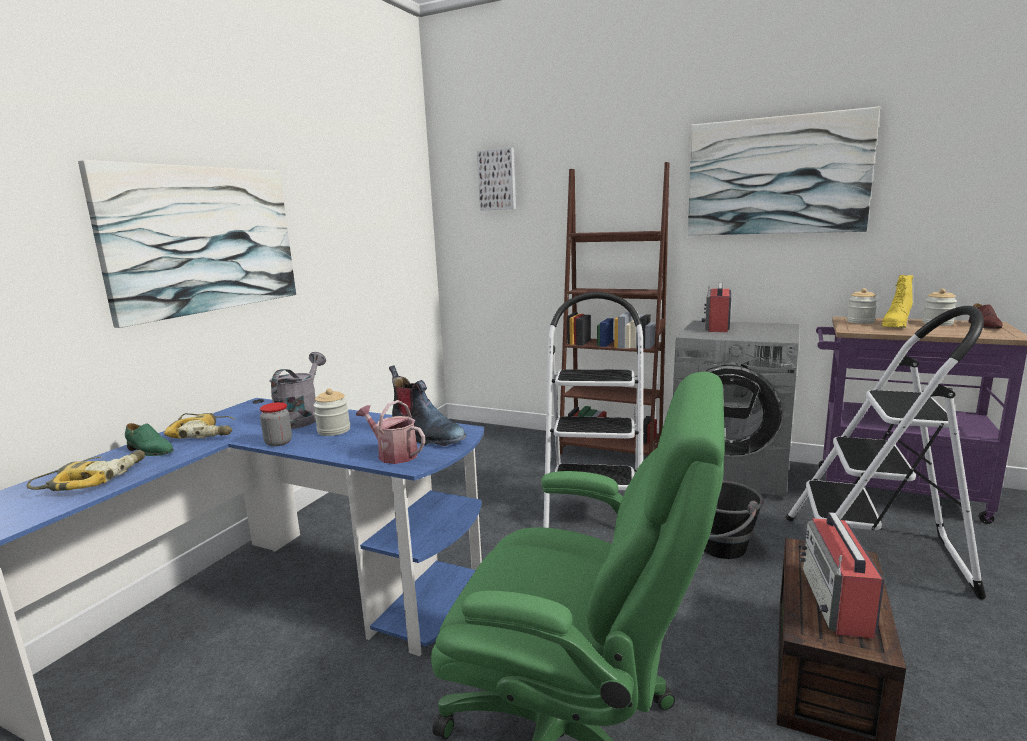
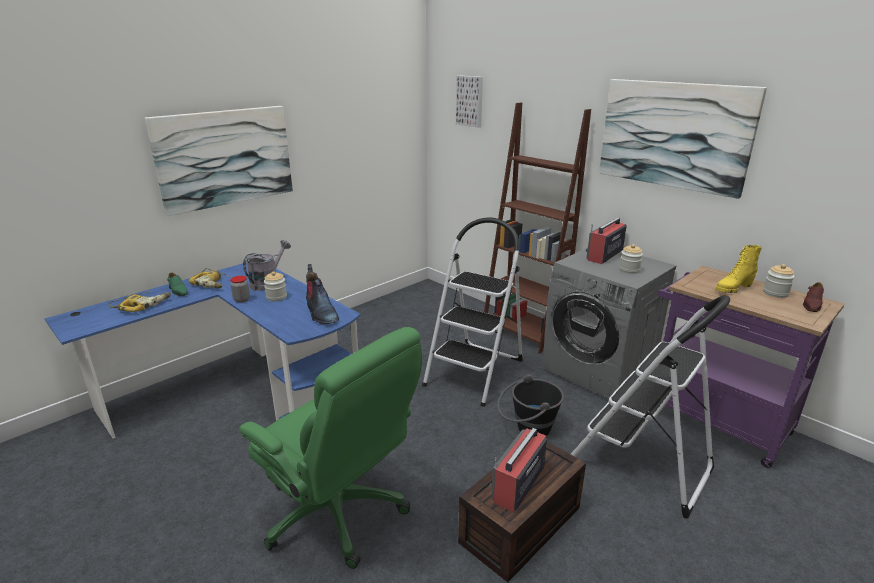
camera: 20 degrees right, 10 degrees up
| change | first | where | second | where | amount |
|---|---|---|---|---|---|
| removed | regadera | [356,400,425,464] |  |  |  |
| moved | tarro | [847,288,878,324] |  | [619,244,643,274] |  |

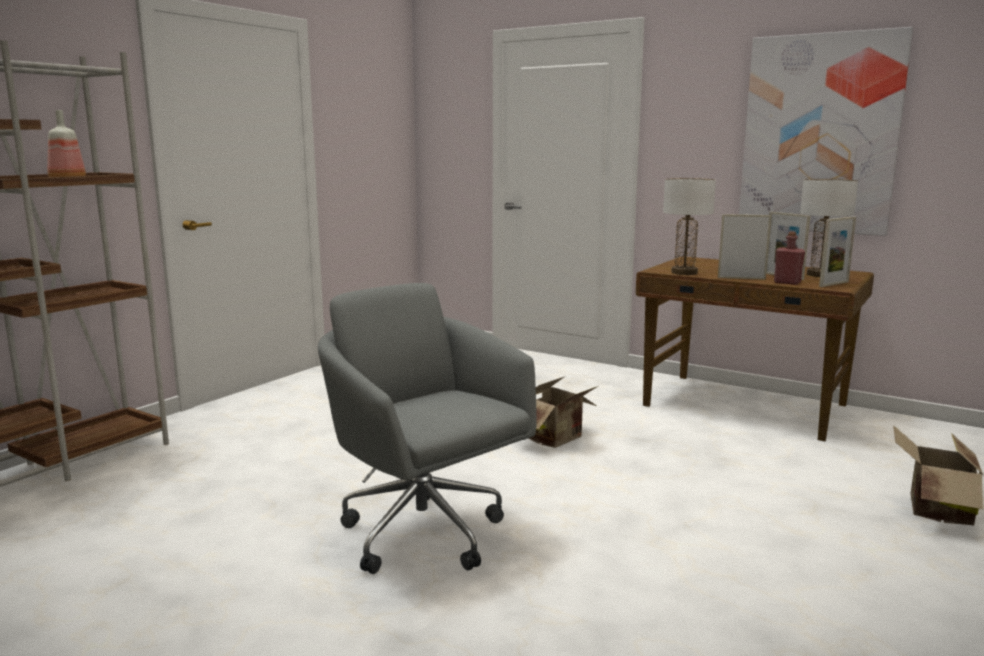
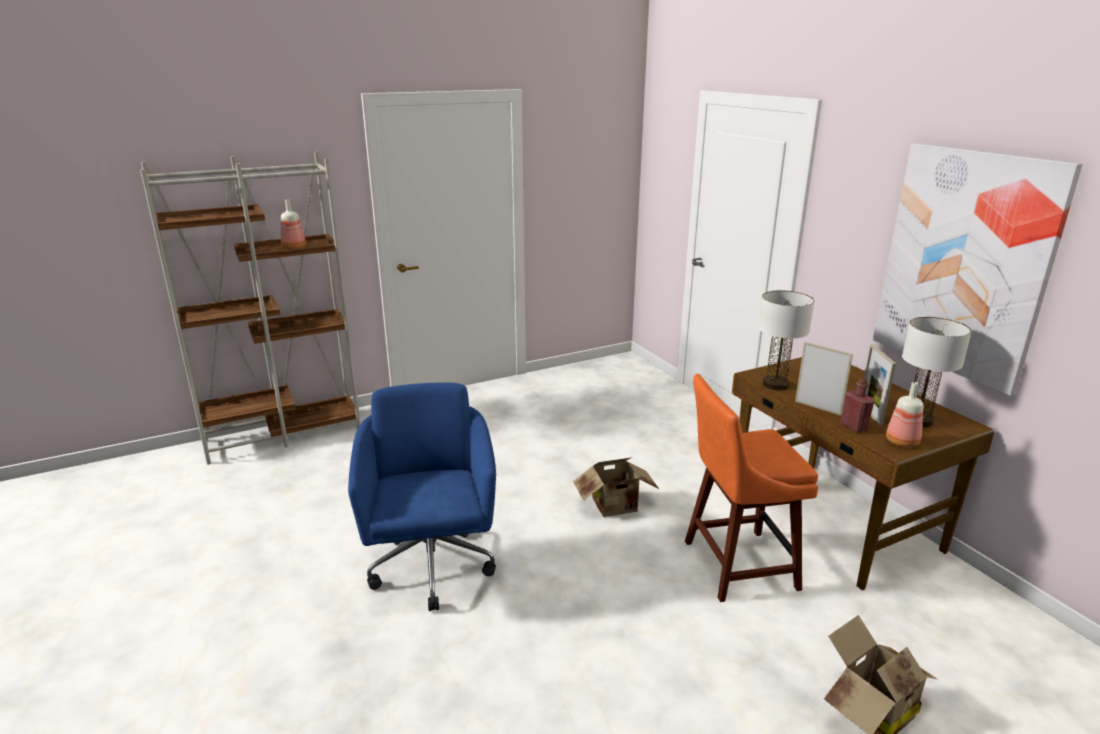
camera: 30 degrees right, 10 degrees up
| change | first | where | second | where | amount |
|---|---|---|---|---|---|
| recoloured | silla de oficina [gris] | [318,283,537,574] | silla de oficina [azul] | [348,382,496,611] |  |
| replaced | portarretratos | [819,216,856,287] | botella | [886,382,923,448] |  |
| added |  |  | silla [naranja] | [685,374,818,602] |  |

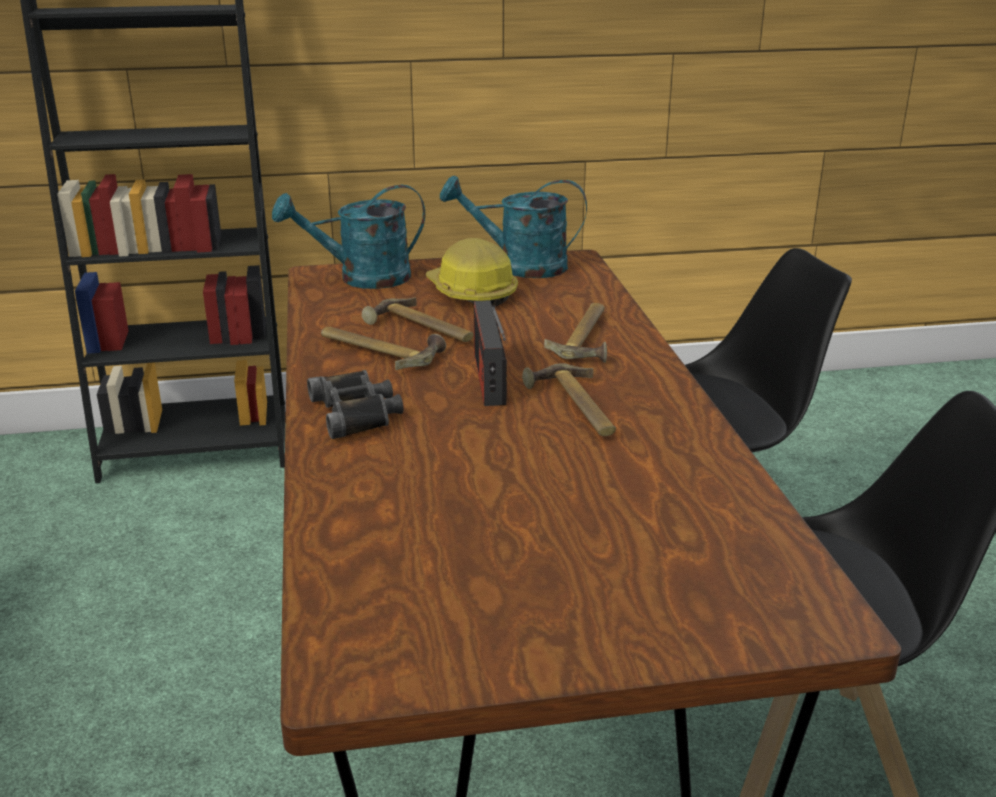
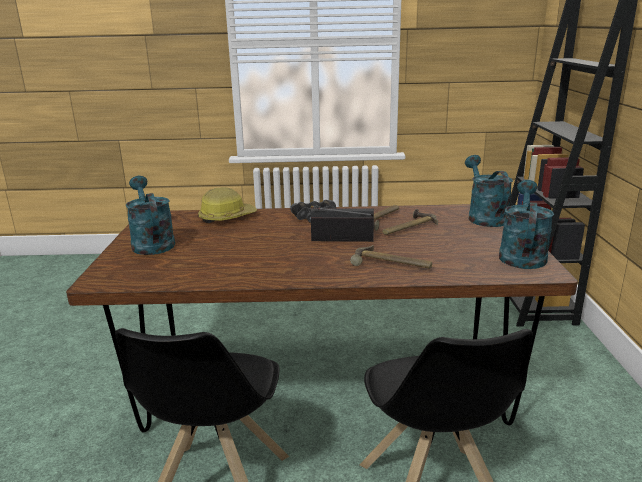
camera: 100 degrees right, 5 degrees down
| change | first | where | second | where | amount |
|---|---|---|---|---|---|
| moved | casco | [425,238,518,306] |  | [198,187,257,223] |  |
| removed | martillo | [522,363,616,436] |  |  |  |
| added |  |  | regadera [turquesa] | [126,176,175,255] |  |

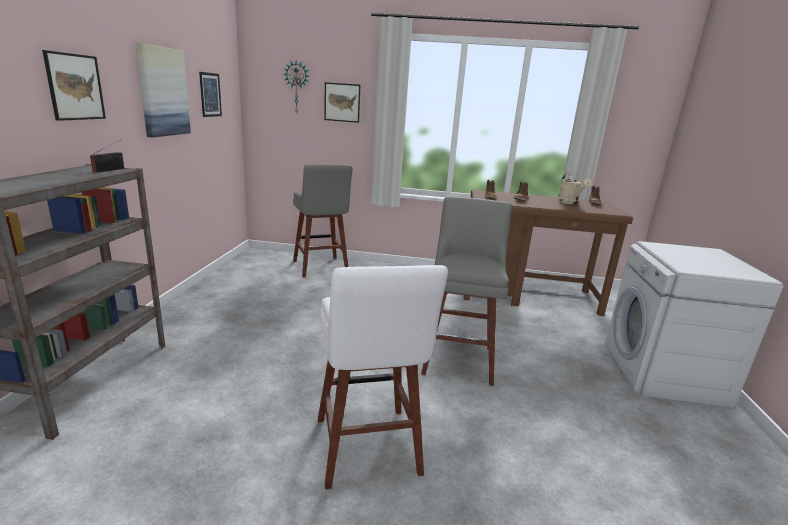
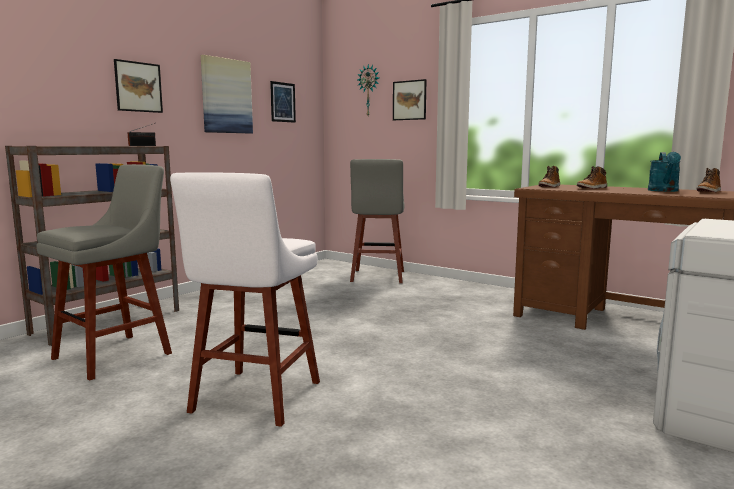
camera: 30 degrees right, 10 degrees down
| change | first | where | second | where | amount |
|---|---|---|---|---|---|
| moved | taburete [gris] | [421,197,512,386] |  | [36,164,172,381] |  |
| recoloured | regadera [beis] | [557,173,592,205] | regadera [turquesa] | [648,152,681,192] |  |

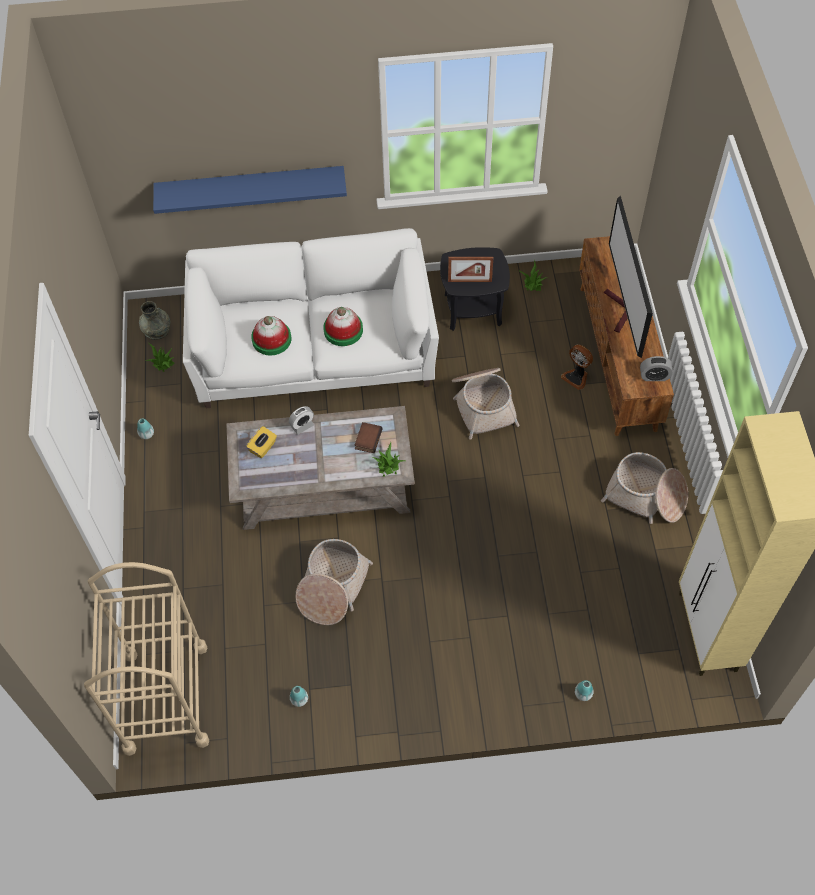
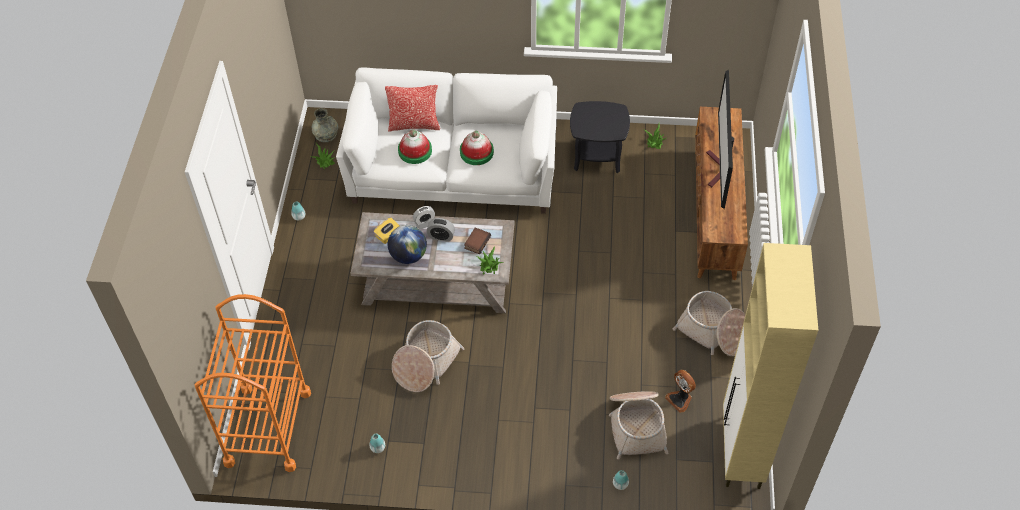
camera: 10 degrees right, 5 degrees down
| change | first | where | second | where | amount |
|---|---|---|---|---|---|
| recoloured | carrito [beis] | [84,562,209,756] | carrito [naranja] | [195,294,311,472] |  |
| removed | estante [azul] | [153,166,347,214] |  |  |  |
| removed | portarretratos | [448,257,493,282] |  |  |  |
| moved | cesta | [452,368,519,440] |  | [609,391,668,460] |  |
| moved | ventilador | [561,345,593,390] |  | [665,370,696,413] |  |
| moved | despertador | [640,356,673,381] |  | [427,218,455,242] |  |
| added |  |  | cojín | [385,85,440,132] |  |
| added |  |  | globo terráqueo | [388,225,427,264] |  |

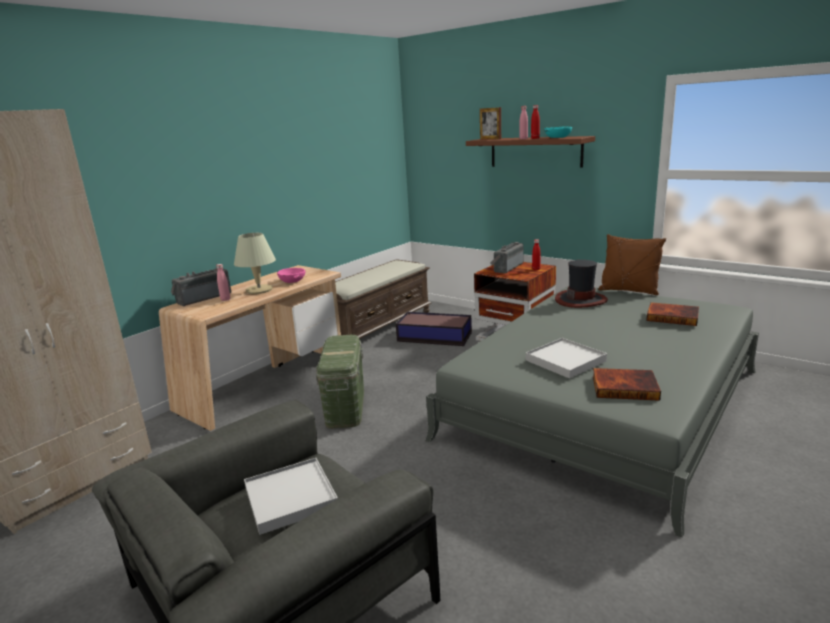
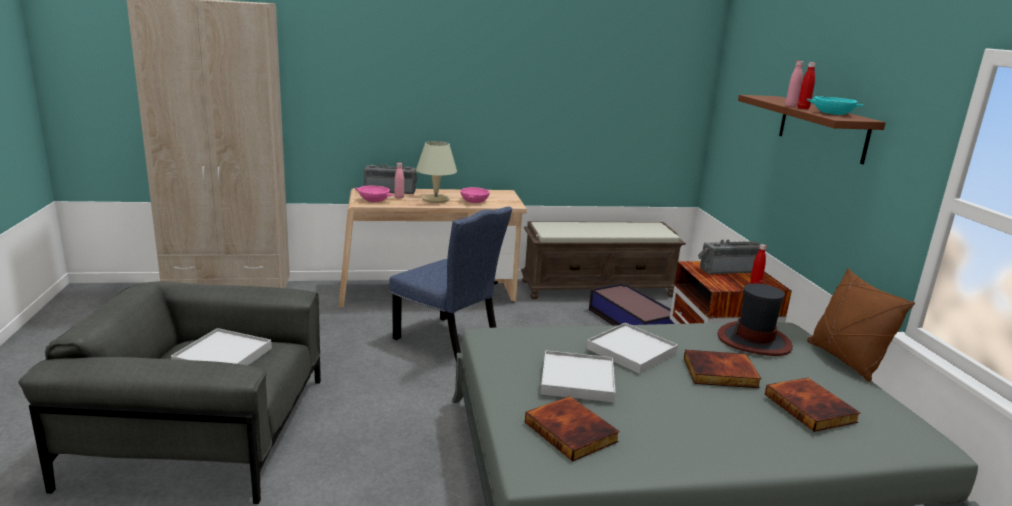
camera: 40 degrees right, 0 degrees up
| change | first | where | second | where | amount |
|---|---|---|---|---|---|
| replaced | caja de almacenaje [verde] | [316,335,364,428] | silla [azul] | [389,206,512,360] |  |
| removed | portarretratos | [480,107,501,140] |  |  |  |
| added |  |  | cuenco [rosa] | [355,186,393,202] |  |
| added |  |  | bandeja [blanco] | [586,323,678,374] |  |
| added |  |  | libro | [684,350,761,388] |  |

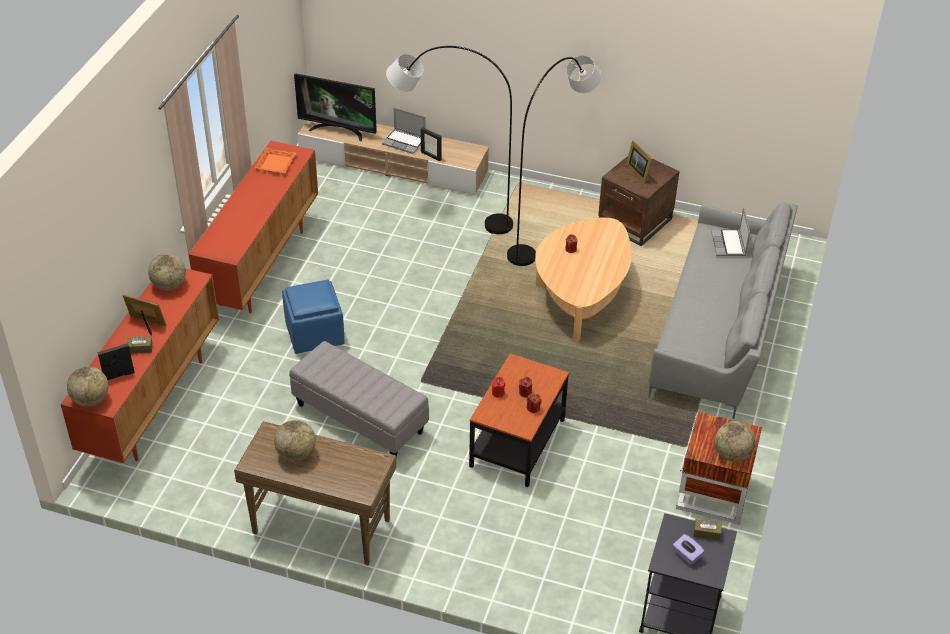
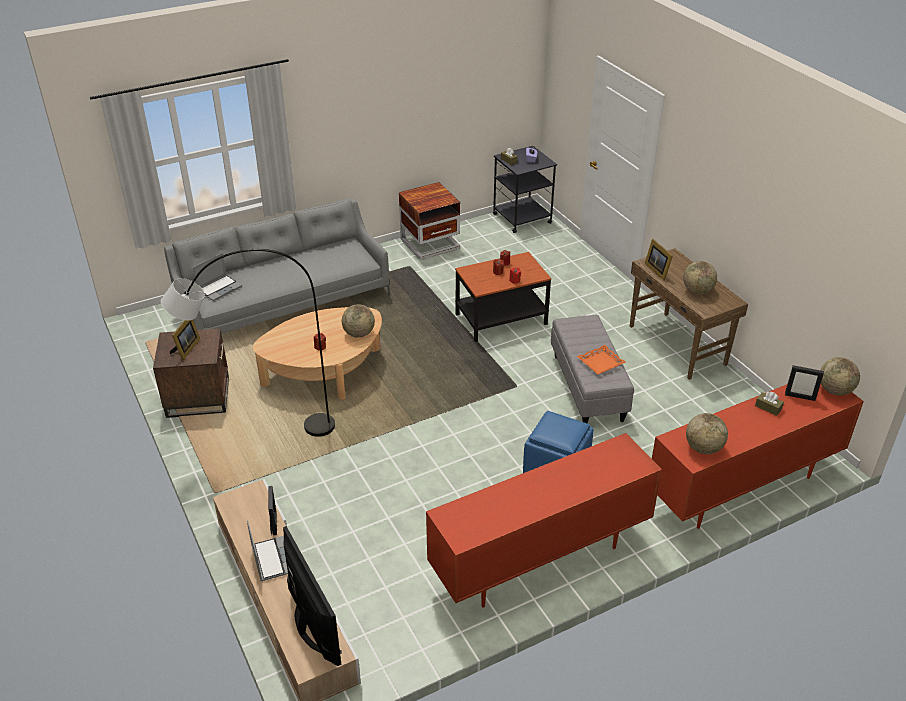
camera: 135 degrees left, 5 degrees down
| change | first | where | second | where | amount |
|---|---|---|---|---|---|
| moved | portarretratos | [122,294,166,336] |  | [645,239,673,281] |  |
| moved | bandeja [naranja] | [254,148,296,174] |  | [577,345,625,374] |  |
| removed | lámpara de pie [gris] | [386,46,513,234] |  |  |  |
| moved | globo terráqueo | [715,421,756,462] |  | [342,304,375,338] |  |

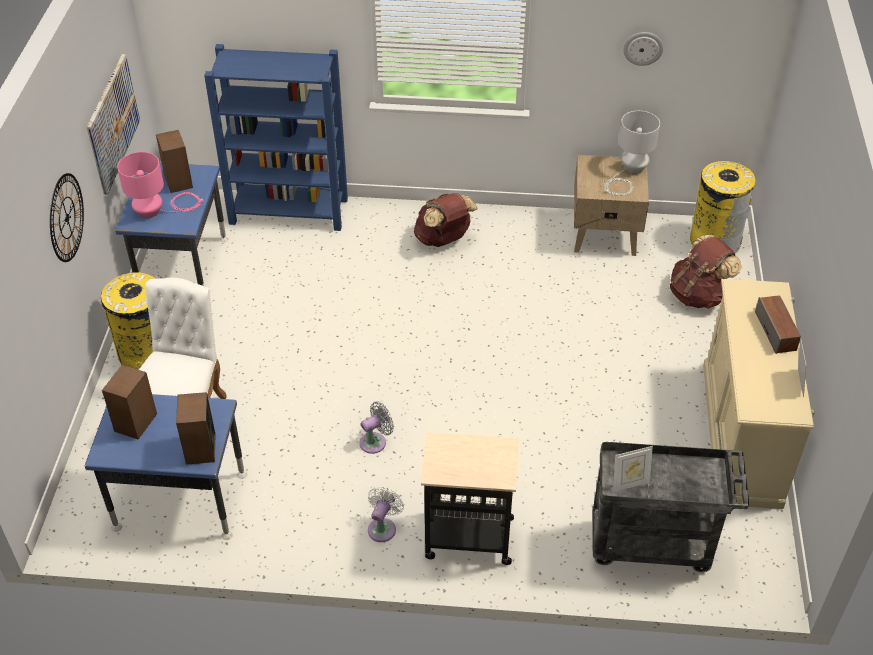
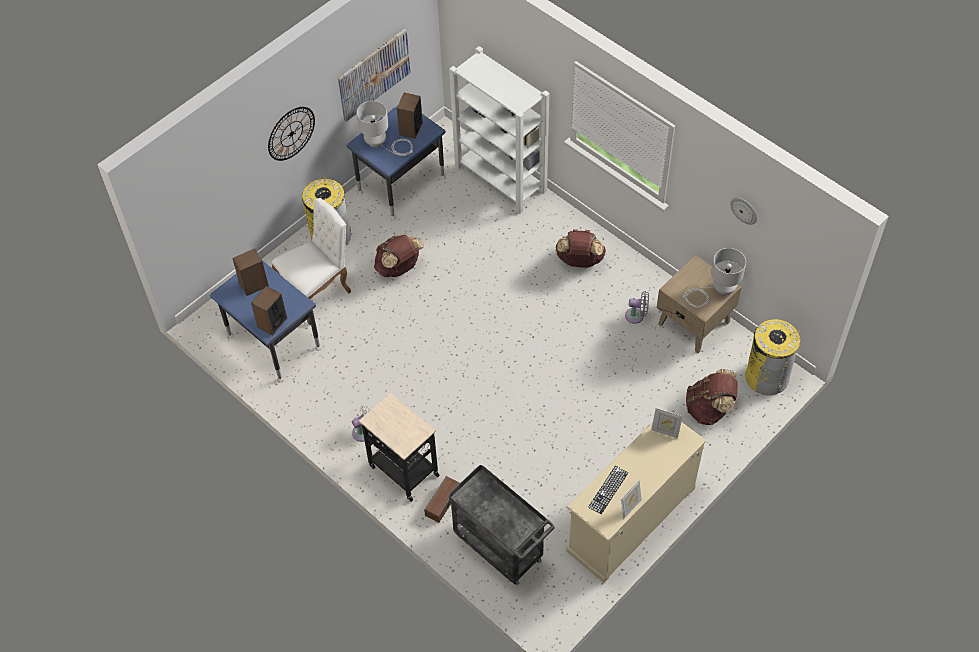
camera: 40 degrees right, 10 degrees up
| change | first | where | second | where | amount |
|---|---|---|---|---|---|
| recoloured | lámpara de mesa [rosa] | [117,152,204,218] | lámpara de mesa [gris] | [357,101,413,156] |  |
| recoloured | estantería [azul] | [204,44,348,231] | estantería [blanco] | [449,46,549,214] |  |
| moved | ventilador [gris] | [360,402,394,454] |  | [625,291,649,324] |  |
| moved | portarretratos | [613,446,653,492] |  | [651,408,683,439] |  |
| moved | altavoz | [755,295,801,354] |  | [424,476,460,523] |  |
| added |  |  | mochila [marrón] | [374,235,424,277] |  |
| added |  |  | teclado | [588,466,628,514] |  |

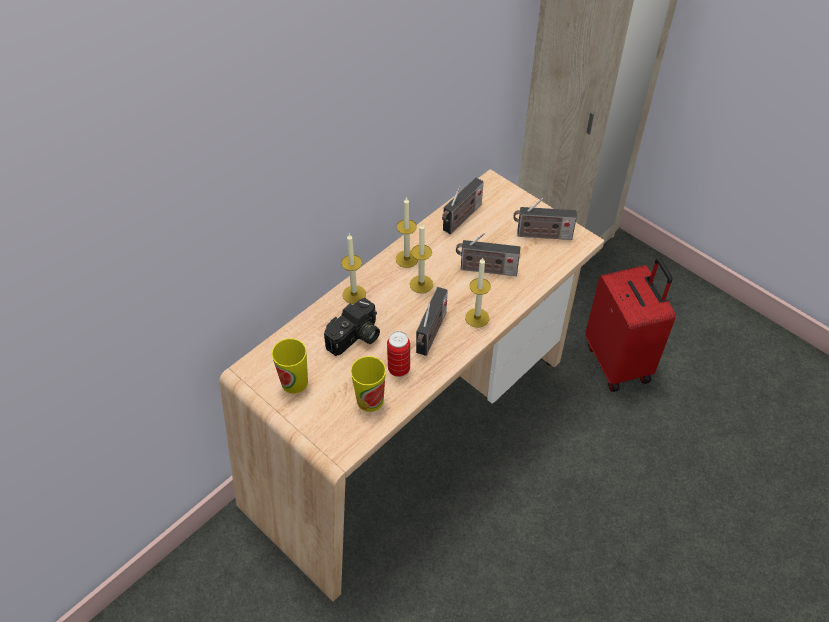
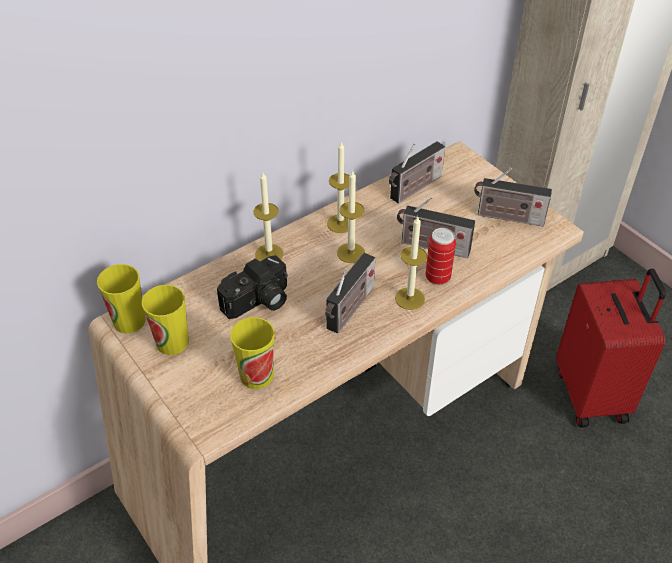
camera: 10 degrees right, 5 degrees down
| change | first | where | second | where | amount |
|---|---|---|---|---|---|
| moved | lata | [387,331,410,377] |  | [425,228,456,285] |  |
| added |  |  | taza | [97,264,146,334] |  |

